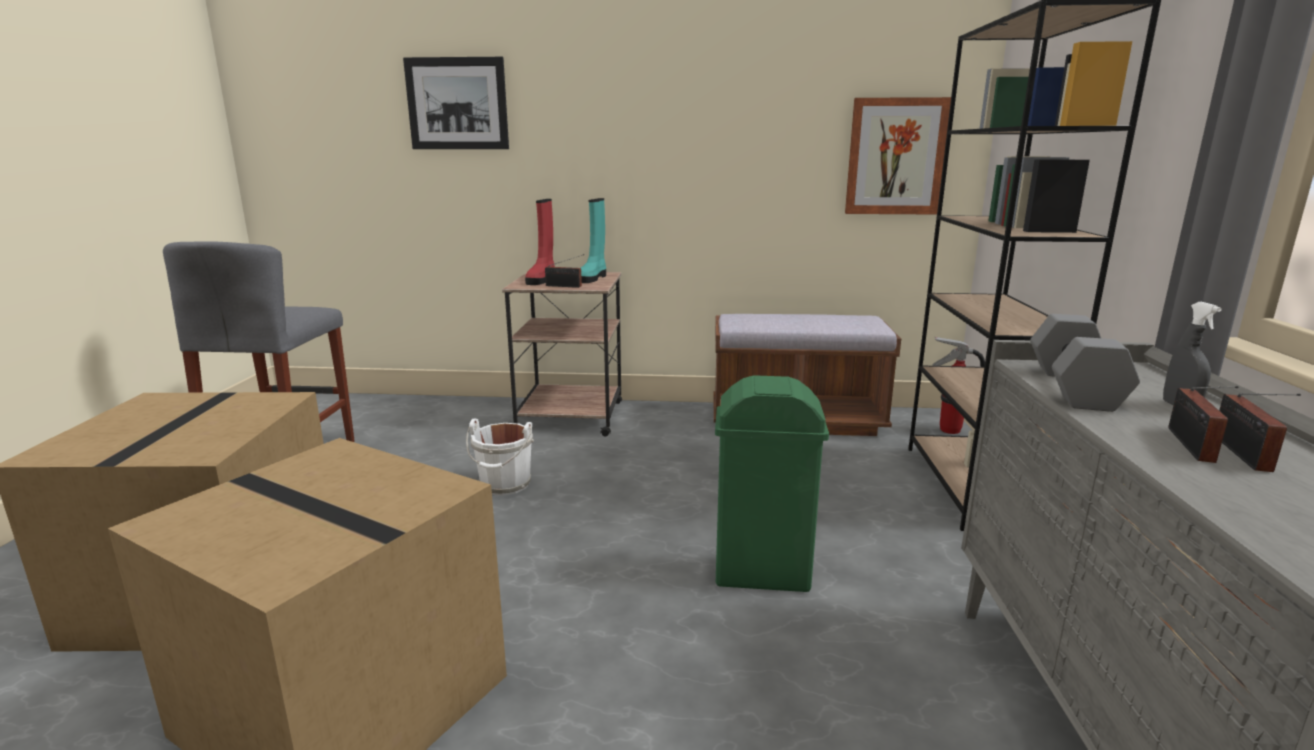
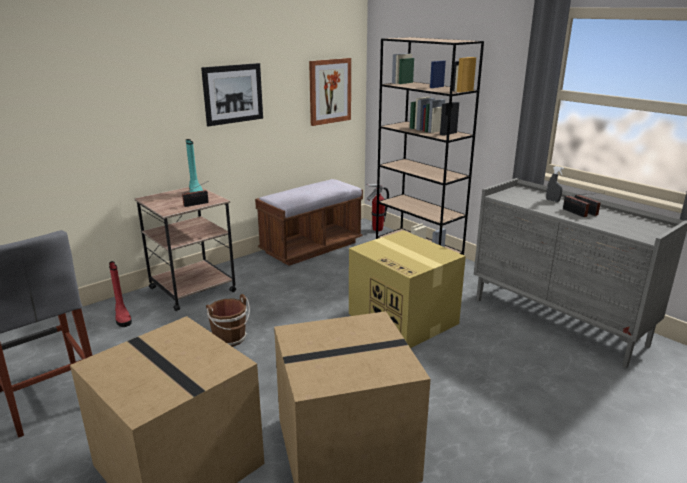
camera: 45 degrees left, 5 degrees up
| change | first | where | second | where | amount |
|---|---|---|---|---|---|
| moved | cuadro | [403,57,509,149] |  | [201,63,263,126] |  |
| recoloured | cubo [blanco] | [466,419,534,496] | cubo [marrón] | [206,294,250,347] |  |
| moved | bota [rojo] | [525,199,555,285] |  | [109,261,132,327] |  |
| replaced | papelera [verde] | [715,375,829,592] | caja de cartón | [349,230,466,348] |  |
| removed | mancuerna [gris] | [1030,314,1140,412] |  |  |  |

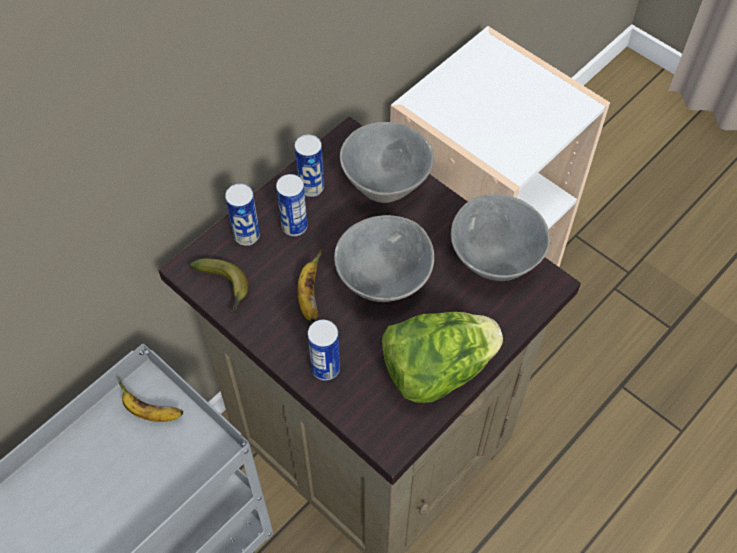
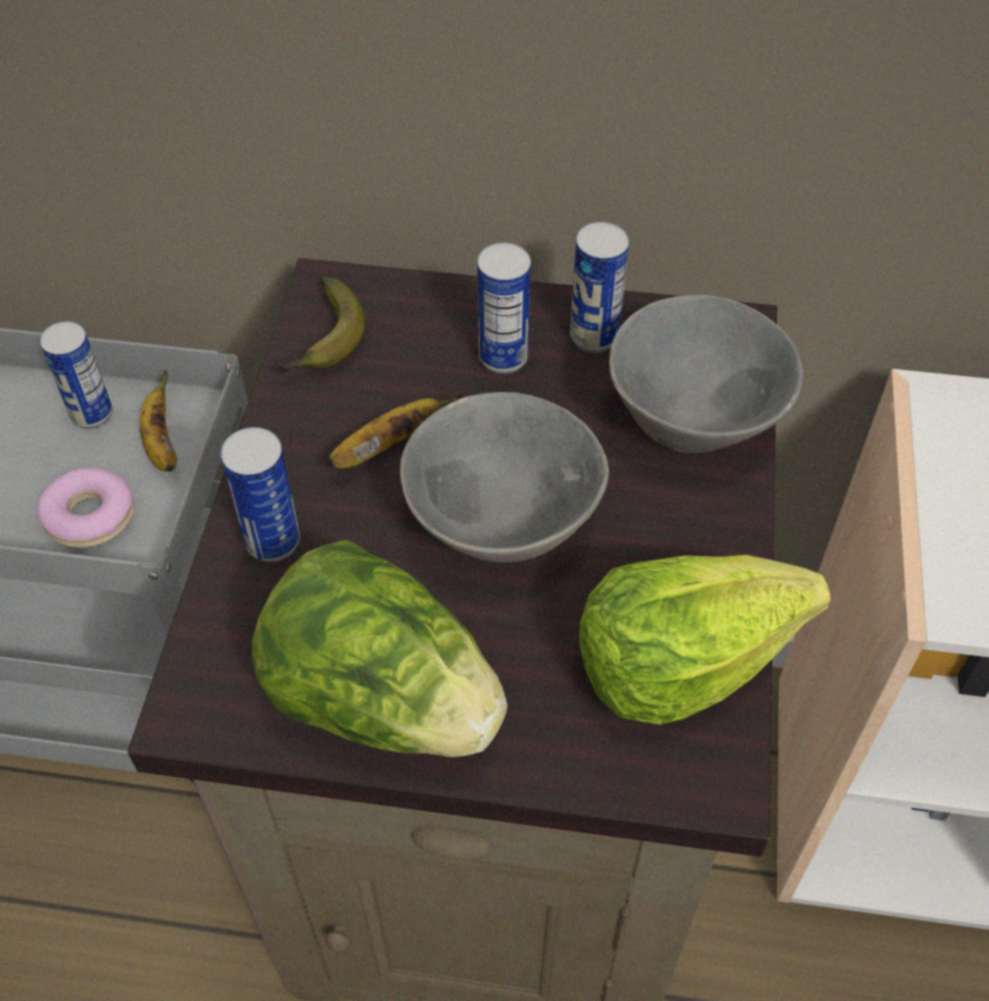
camera: 55 degrees right, 5 degrees down
| change | first | where | second | where | amount |
|---|---|---|---|---|---|
| moved | lata | [225,184,260,246] |  | [40,322,113,429] |  |
| replaced | cuenco [gris] | [451,194,550,281] | lechuga | [579,555,830,725] |  |
| added |  |  | rosquilla | [37,468,134,548] |  |

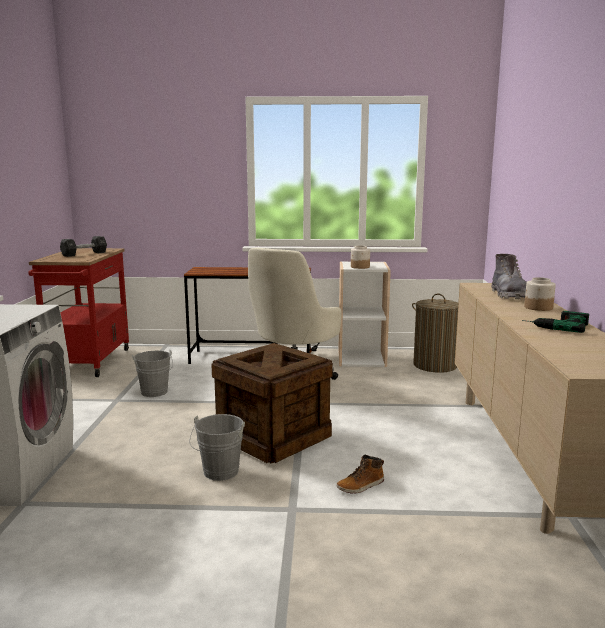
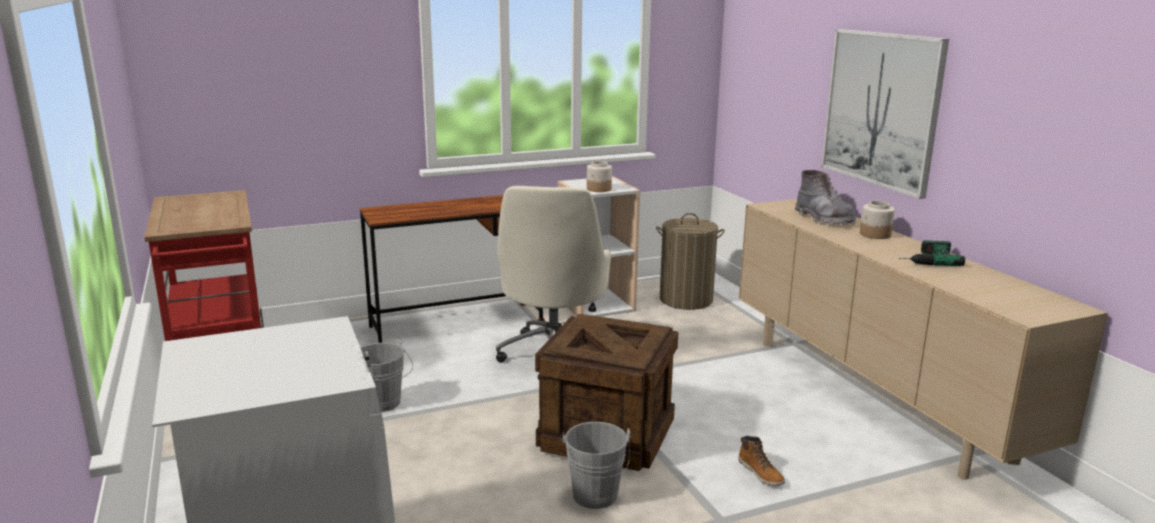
camera: 25 degrees left, 5 degrees up
| change | first | where | second | where | amount |
|---|---|---|---|---|---|
| removed | mancuerna [negro] | [60,236,107,257] |  |  |  |
| turned | bota | [336,455,384,494] |  | [738,436,785,486] | 60 degrees counterclockwise |
| added |  |  | cuadro | [821,29,949,199] |  |

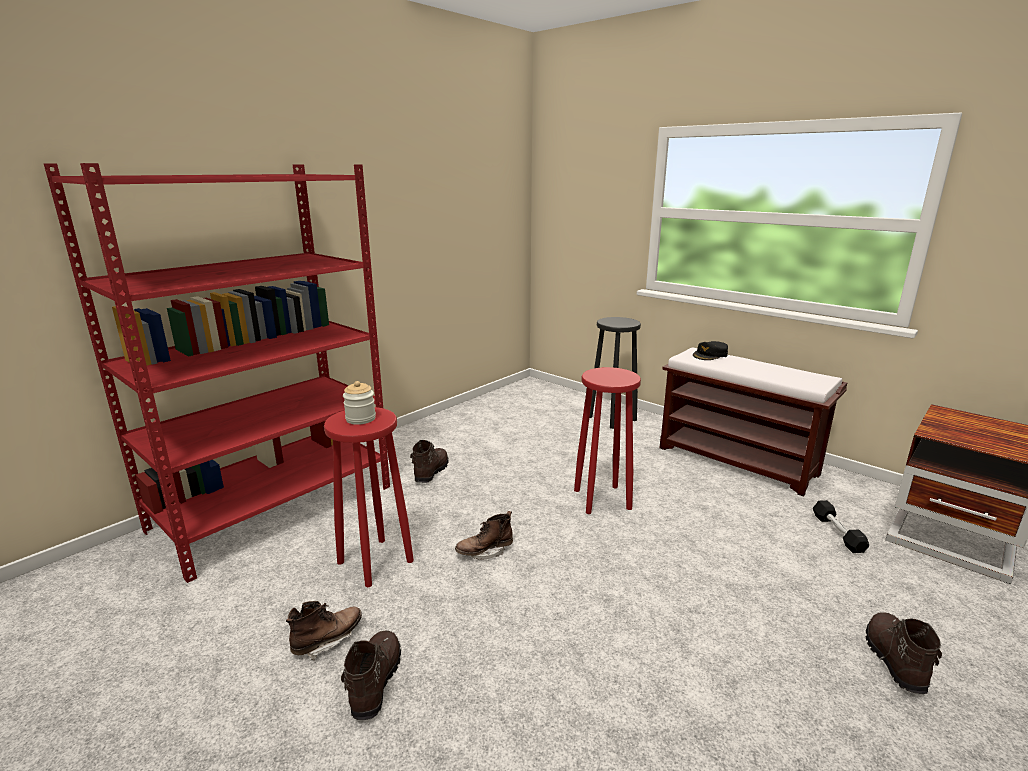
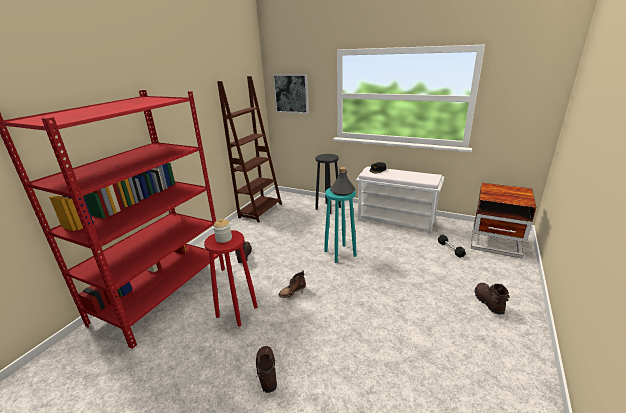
camera: 15 degrees left, 5 degrees up
| change | first | where | second | where | amount |
|---|---|---|---|---|---|
| removed | bota [marrón] | [286,601,362,661] |  |  |  |
| recoloured | taburete [rojo] | [574,367,641,514] | taburete [turquesa] | [324,188,356,263] |  |
| recoloured | banco [marrón] | [659,347,847,496] | banco [blanco] | [356,167,444,234] |  |
| added |  |  | estantería [marrón] | [217,76,282,222] |  |
| added |  |  | cuadro | [273,74,309,114] |  |
| added |  |  | botella [gris] | [330,167,355,196] |  |

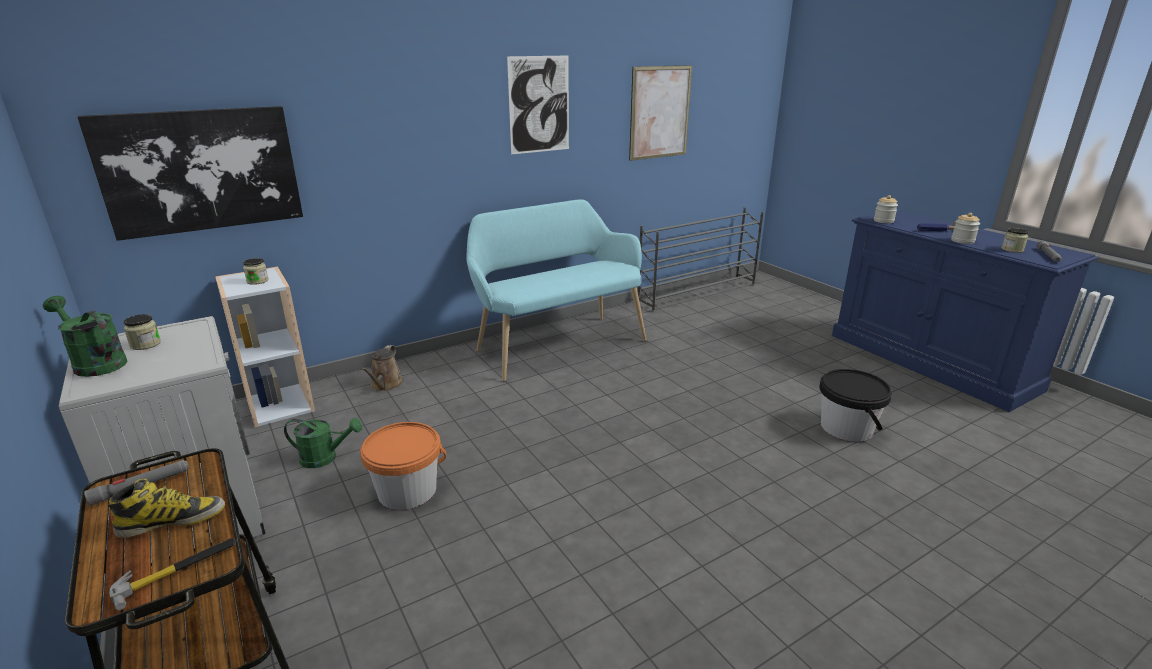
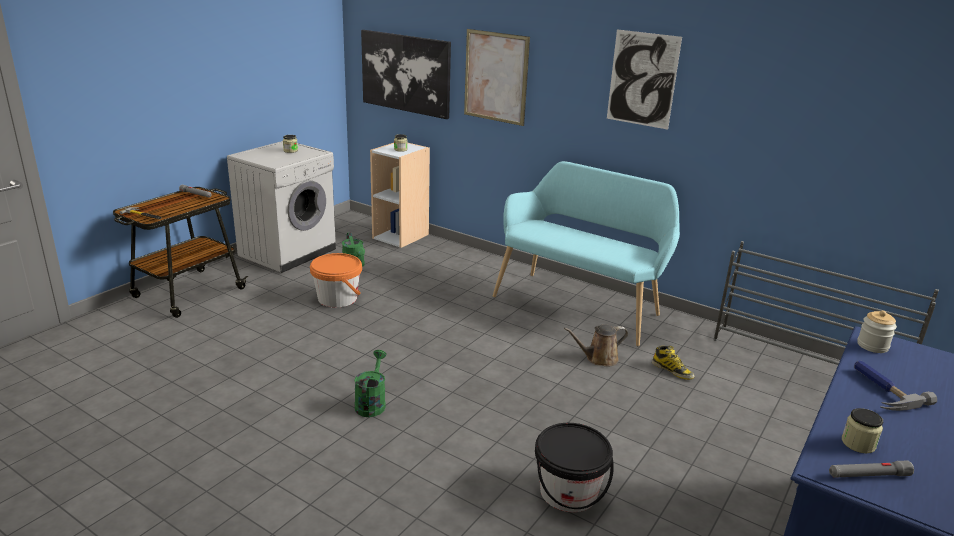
camera: 65 degrees right, 0 degrees up
| change | first | where | second | where | amount |
|---|---|---|---|---|---|
| moved | regadera [verde] | [43,296,127,377] |  | [354,350,386,417] |  |
| moved | bota | [109,479,225,538] |  | [652,346,694,380] |  |
| moved | regadera [marrón] | [361,345,404,391] |  | [564,324,628,367] |  |
| moved | cuadro | [629,65,692,161] |  | [464,29,530,126] |  |
| removed | tarro | [951,213,980,244] |  |  |  |

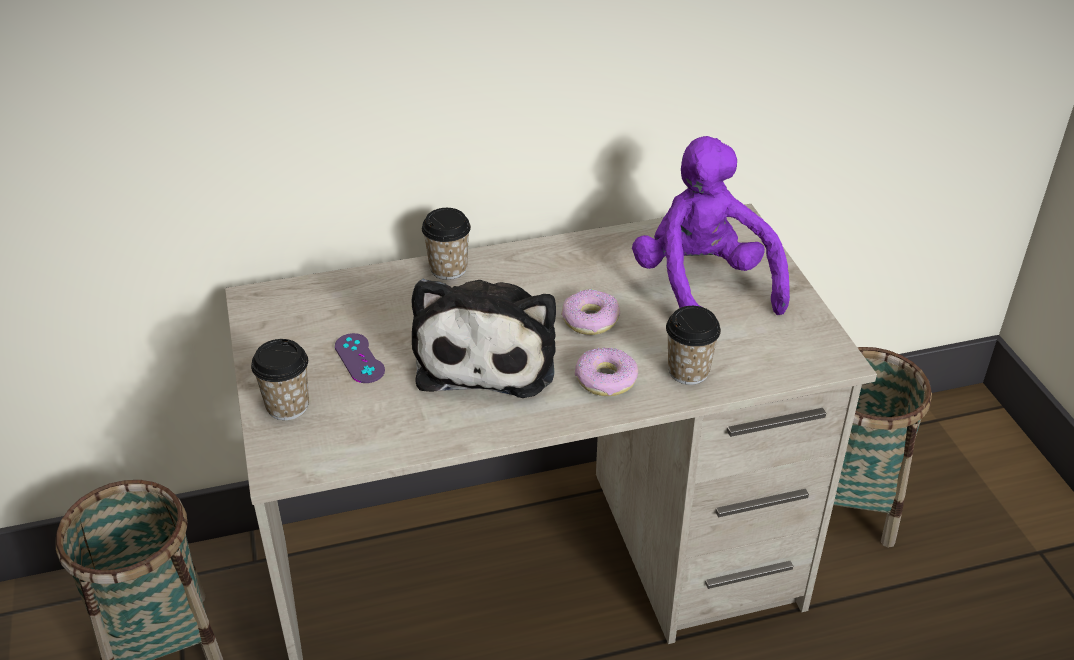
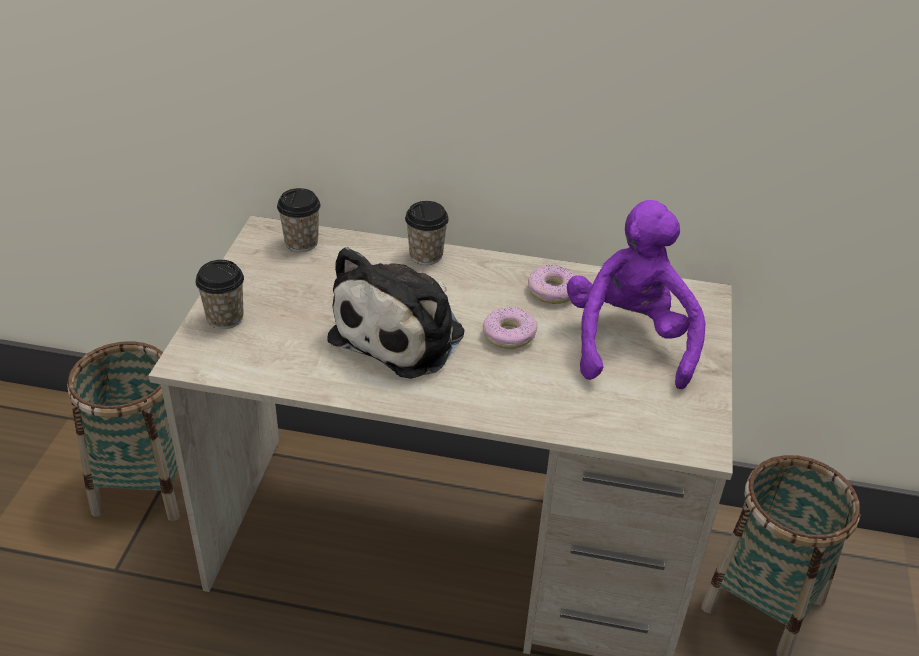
camera: 25 degrees right, 0 degrees up
| change | first | where | second | where | amount |
|---|---|---|---|---|---|
| removed | mando de consola [morado] | [335,333,385,383] |  |  |  |
| moved | rosquilla | [575,347,638,396] |  | [528,265,575,304] |  |
| moved | taza | [666,306,721,385] |  | [277,188,321,252] |  |

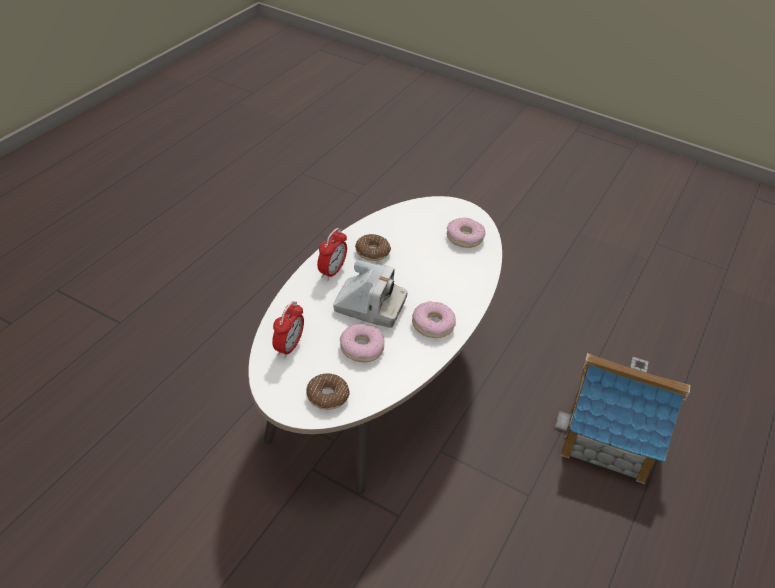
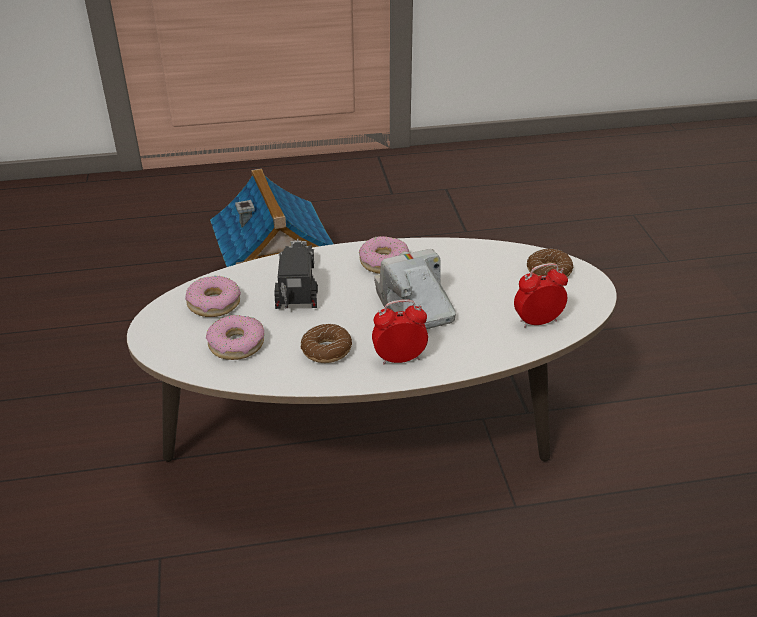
camera: 125 degrees left, 5 degrees down
| change | first | where | second | where | amount |
|---|---|---|---|---|---|
| moved | rosquilla | [340,324,385,362] |  | [206,315,264,360] |  |
| added |  |  | camión de juguete | [274,239,318,309] |  |

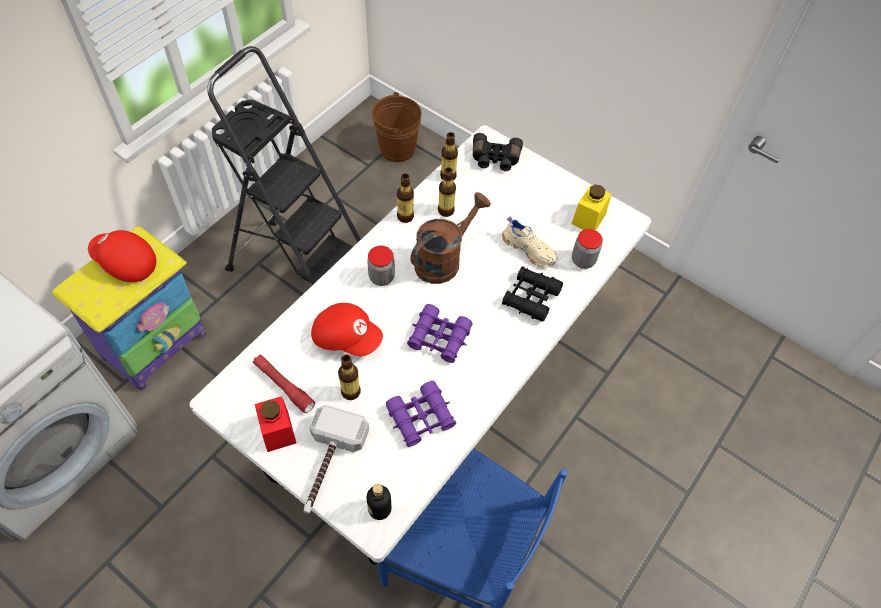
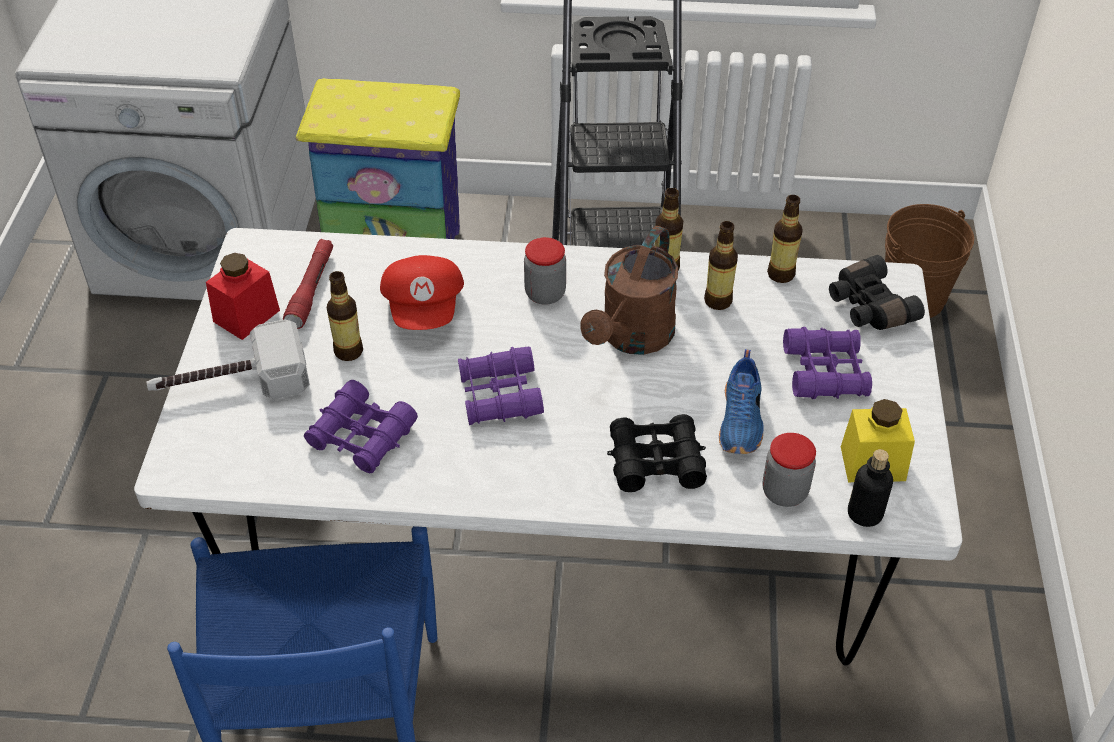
camera: 60 degrees right, 10 degrees down
| change | first | where | second | where | amount |
|---|---|---|---|---|---|
| removed | gorra [rojo] | [88,230,156,282] |  |  |  |
| moved | botella | [366,484,392,520] |  | [848,449,893,527] |  |
| turned | regadera [marrón] | [410,192,491,284] |  | [580,226,678,355] | 105 degrees clockwise |
| recoloured | zapato [beis] | [502,217,558,267] | zapato [azul] | [719,349,764,454] |  |
| added |  |  | prismáticos [morado] | [783,327,872,399] |  |

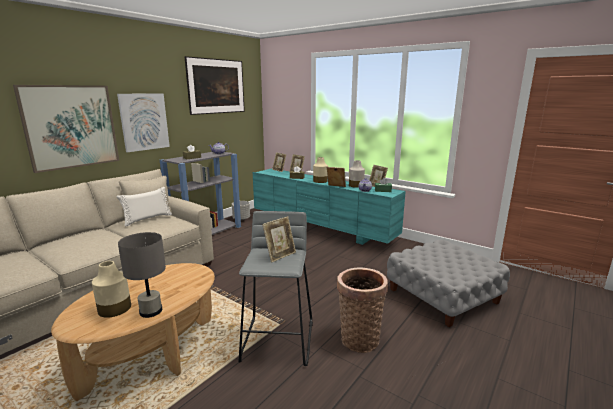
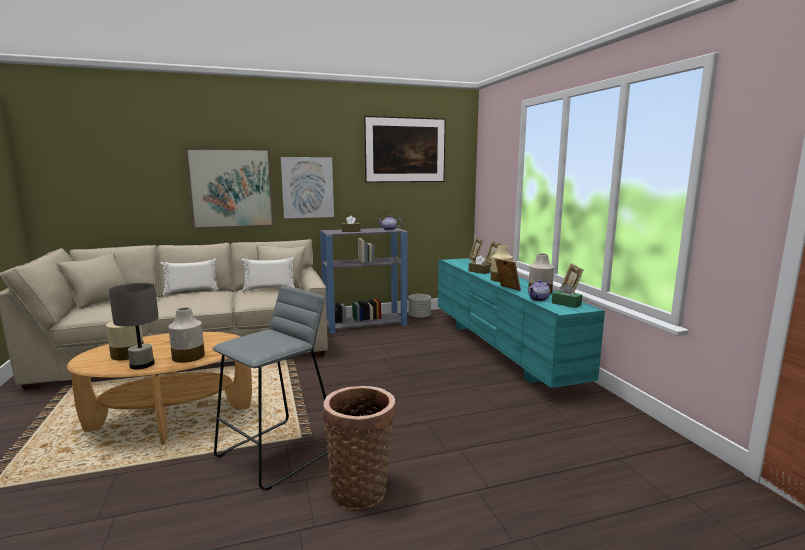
camera: 35 degrees right, 5 degrees down
| change | first | where | second | where | amount |
|---|---|---|---|---|---|
| removed | portarretratos | [262,216,296,263] |  |  |  |
| removed | puf [gris] | [387,240,510,327] |  |  |  |
| added |  |  | cojín [blanco] | [160,259,219,296] |  |
| added |  |  | florero [beis] | [168,307,205,363] |  |

